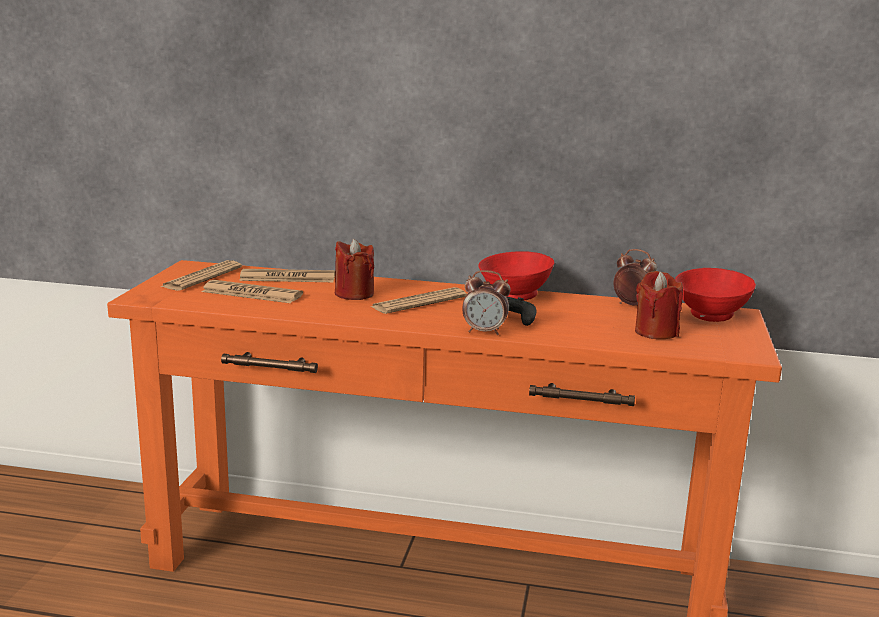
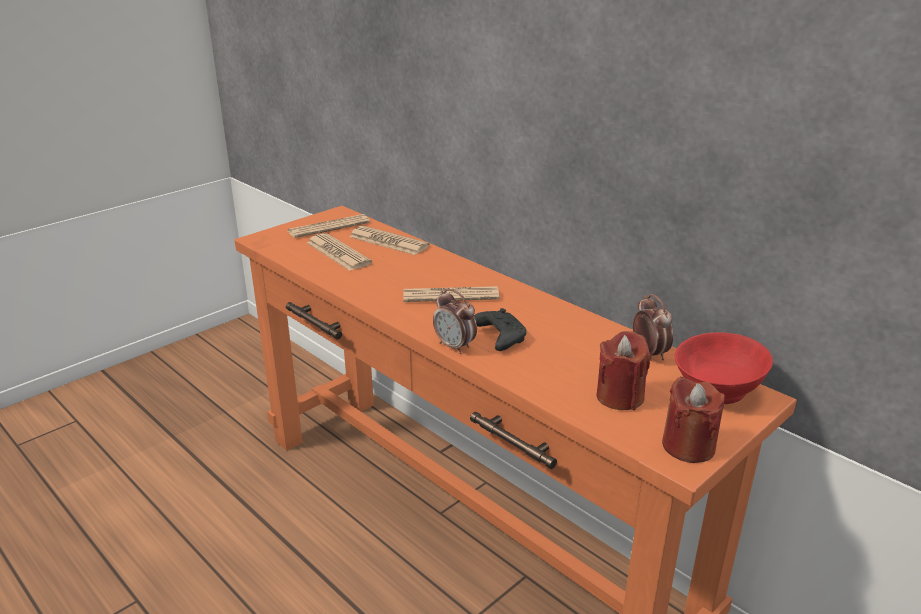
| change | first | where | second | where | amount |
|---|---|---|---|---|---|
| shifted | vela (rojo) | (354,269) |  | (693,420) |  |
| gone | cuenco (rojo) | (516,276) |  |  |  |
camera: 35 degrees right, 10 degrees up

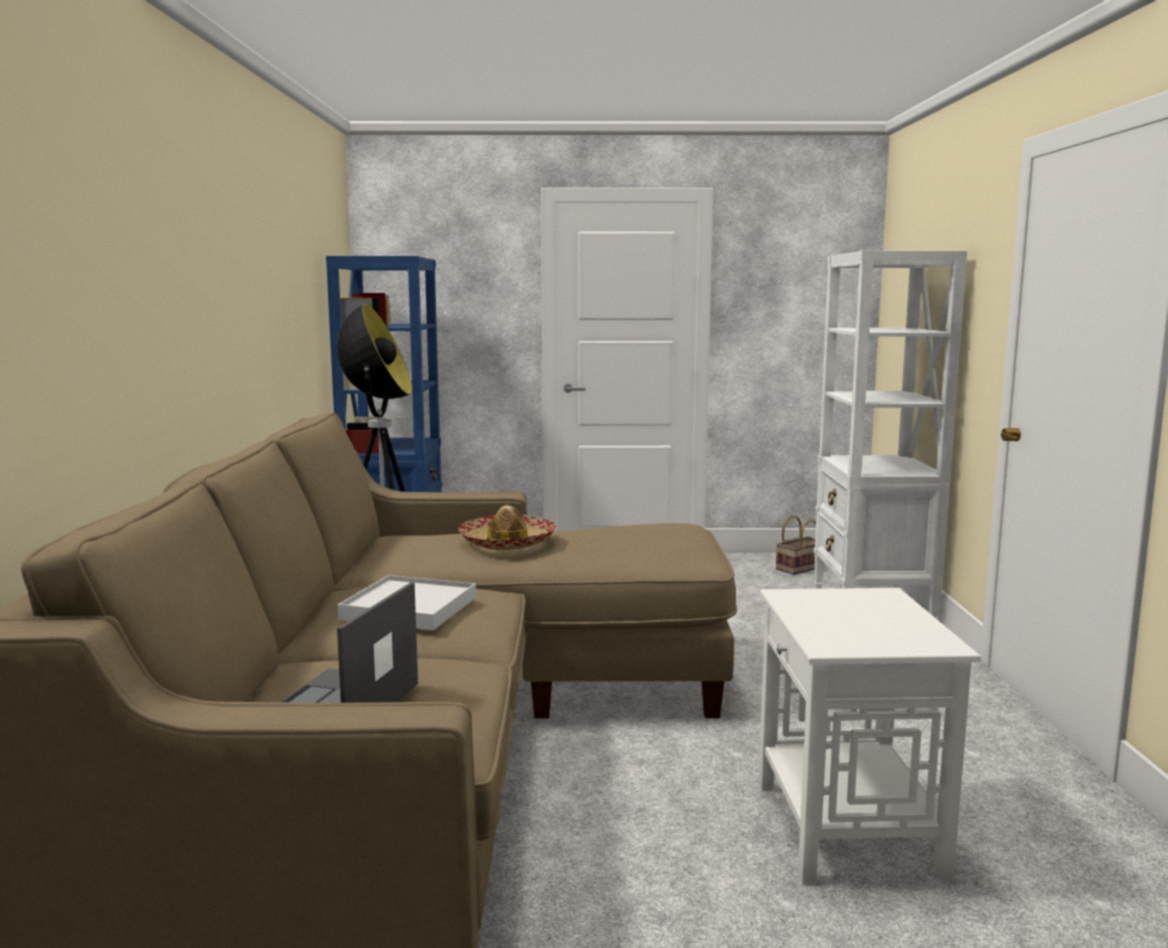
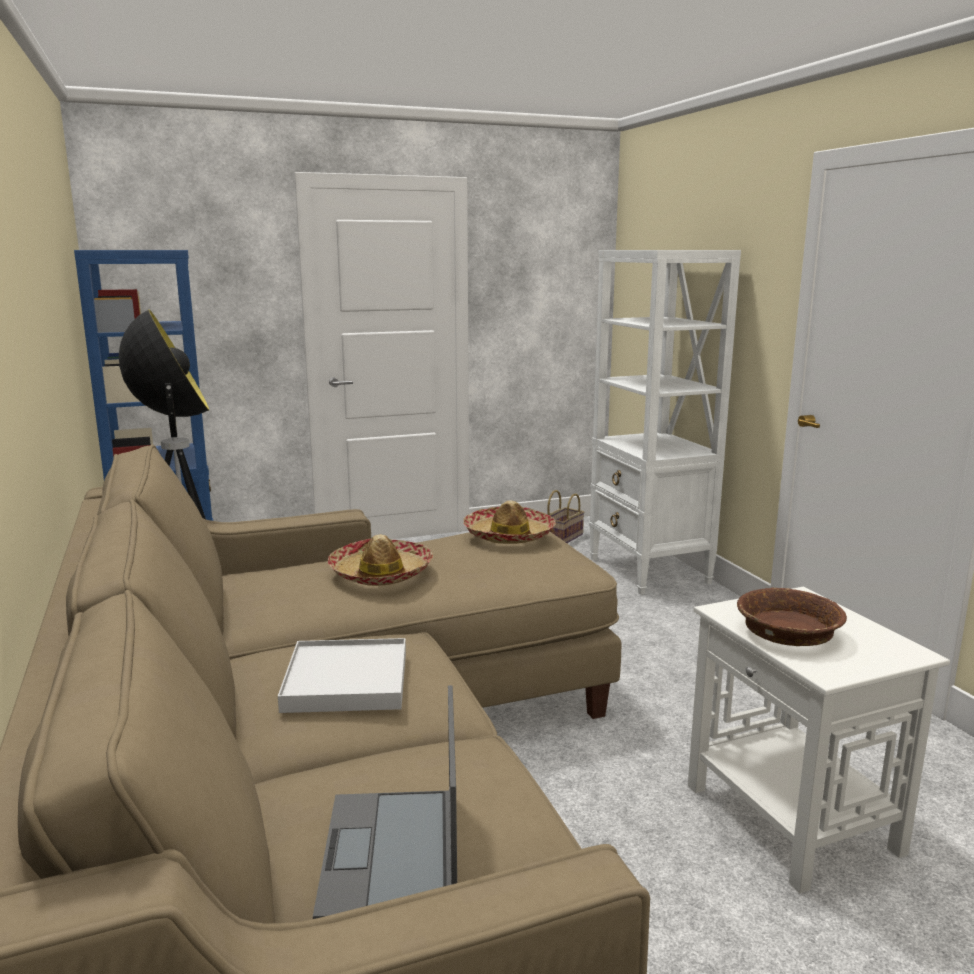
| change | first | where | second | where | amount |
|---|---|---|---|---|---|
| new |  |  | sombrero | (510,522) |  |
| new |  |  | cuenco (marrón) | (792,617) |  |
camera: 20 degrees left, 5 degrees up

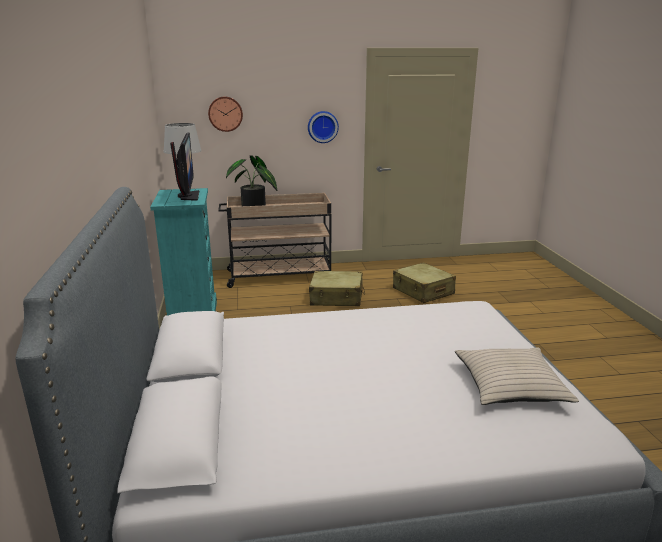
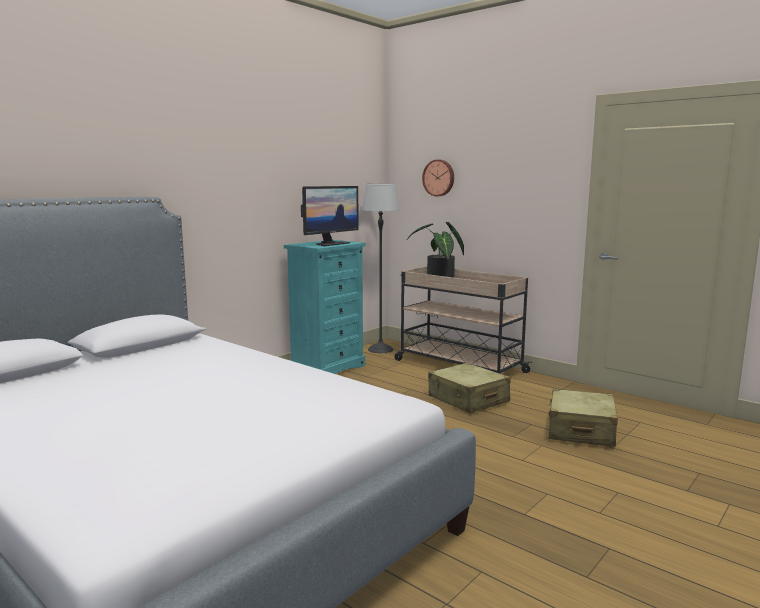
| change | first | where | second | where | amount |
|---|---|---|---|---|---|
| gone | reloj de pared | (323,127) |  |  |  |
| gone | cojín (beis) | (517,376) |  |  |  |
camera: 50 degrees right, 10 degrees down

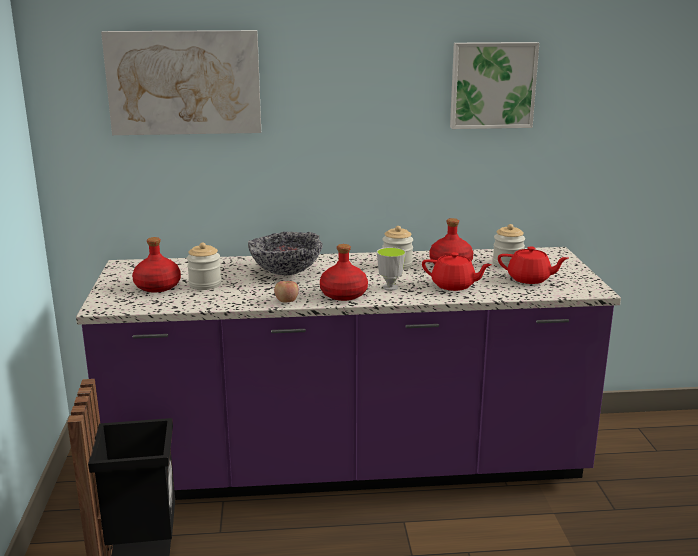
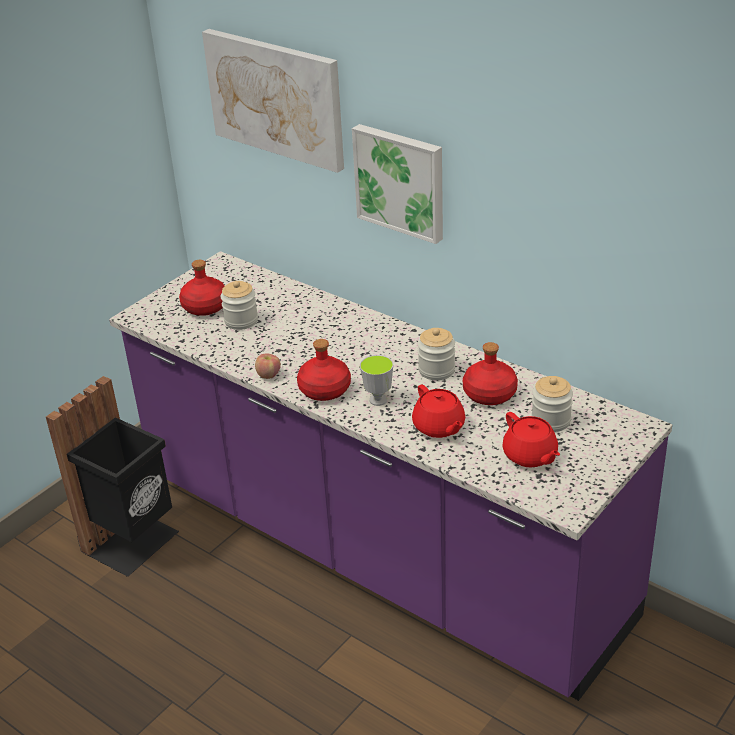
| change | first | where | second | where | amount |
|---|---|---|---|---|---|
| shifted | cuadro | (494,85) |  | (397,184) |  |
| gone | cuenco | (285,253) |  |  |  |
camera: 45 degrees right, 15 degrees up

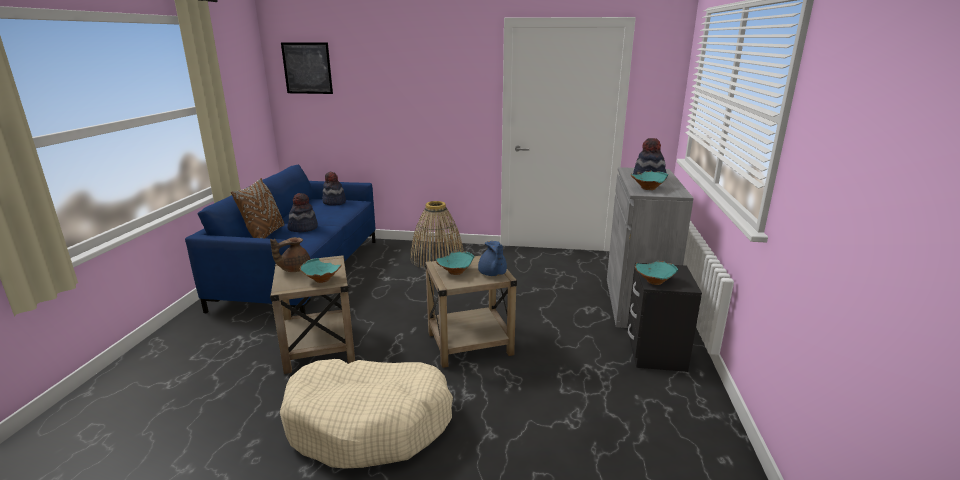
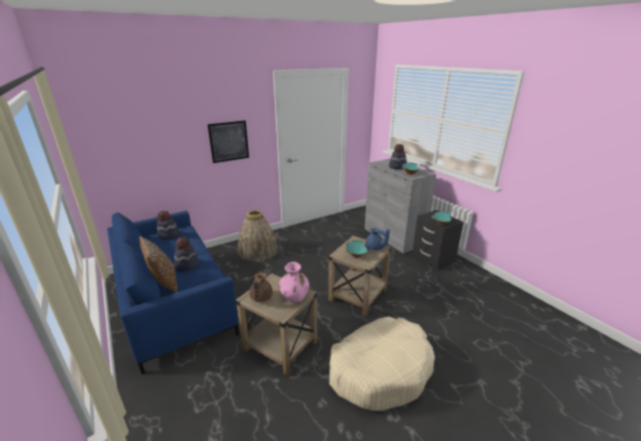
| change | first | where | second | where | amount |
|---|---|---|---|---|---|
| shifted | cuadro | (307,68) |  | (228,142) |  |
| swapped | cuenco (turquesa) | (320,270) | florero (rosa) | (294,282) |  |
camera: 40 degrees left, 5 degrees up

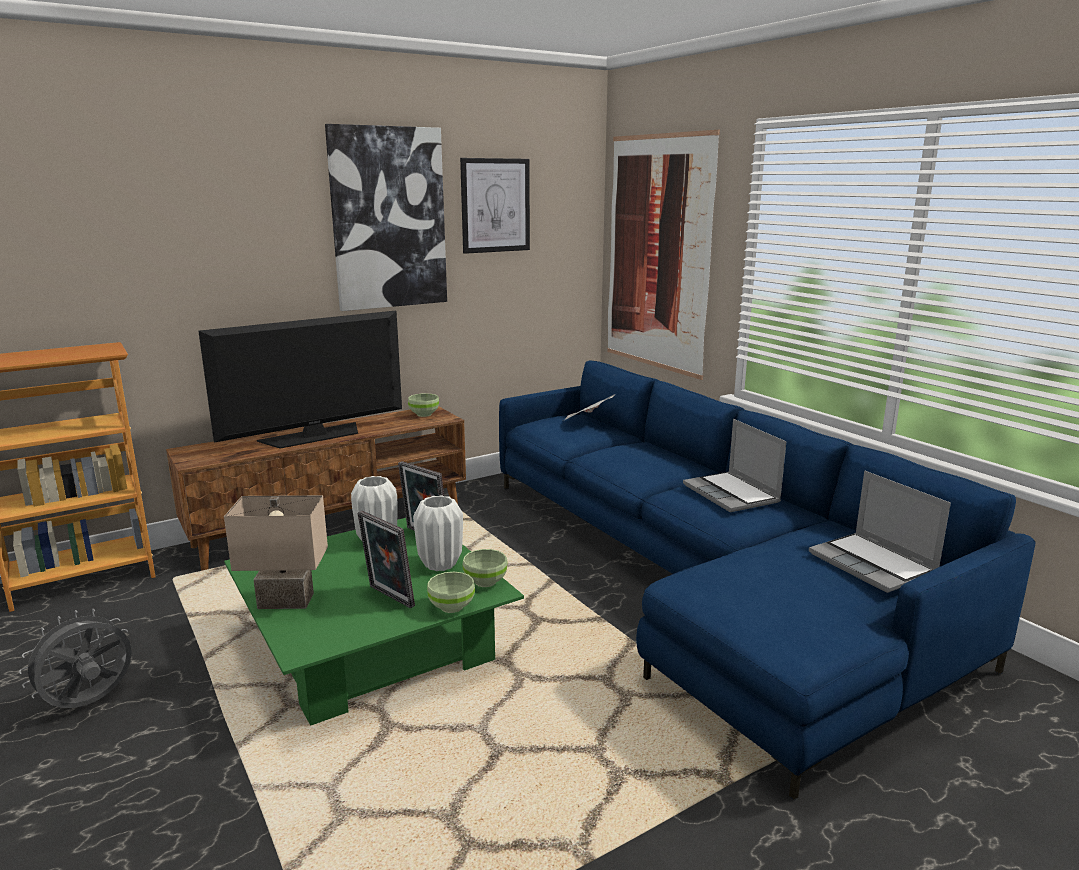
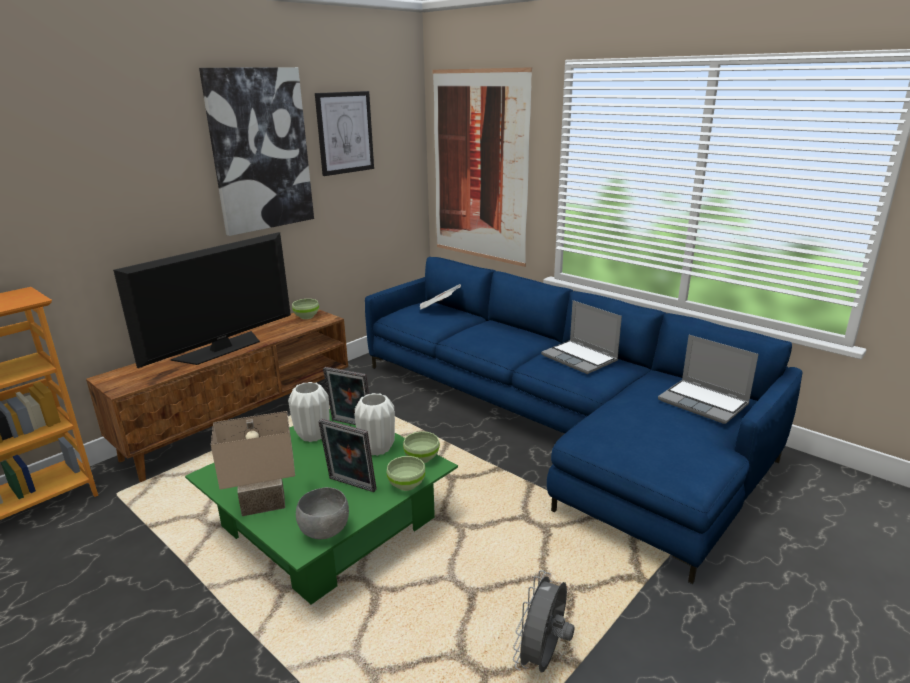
| change | first | where | second | where | amount |
|---|---|---|---|---|---|
| shifted | ventilador (gris) | (75,658) |  | (544,621) |  |
| new |  |  | cuenco (gris) | (322,513) |  |
camera: 15 degrees left, 5 degrees up

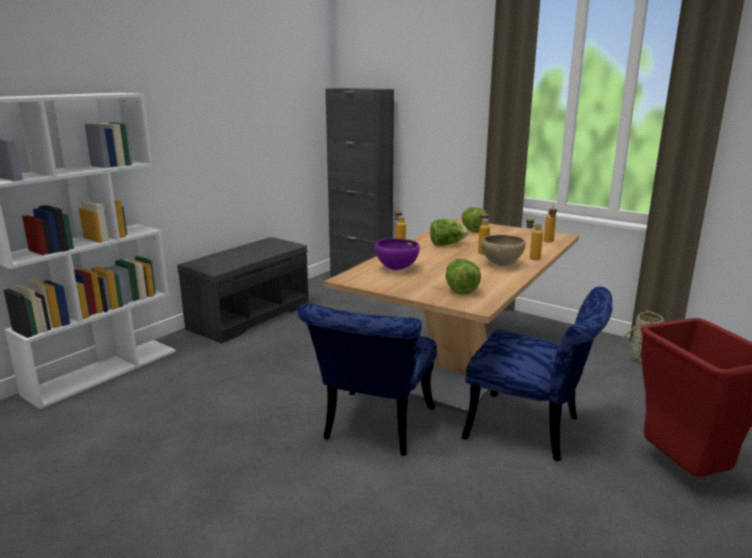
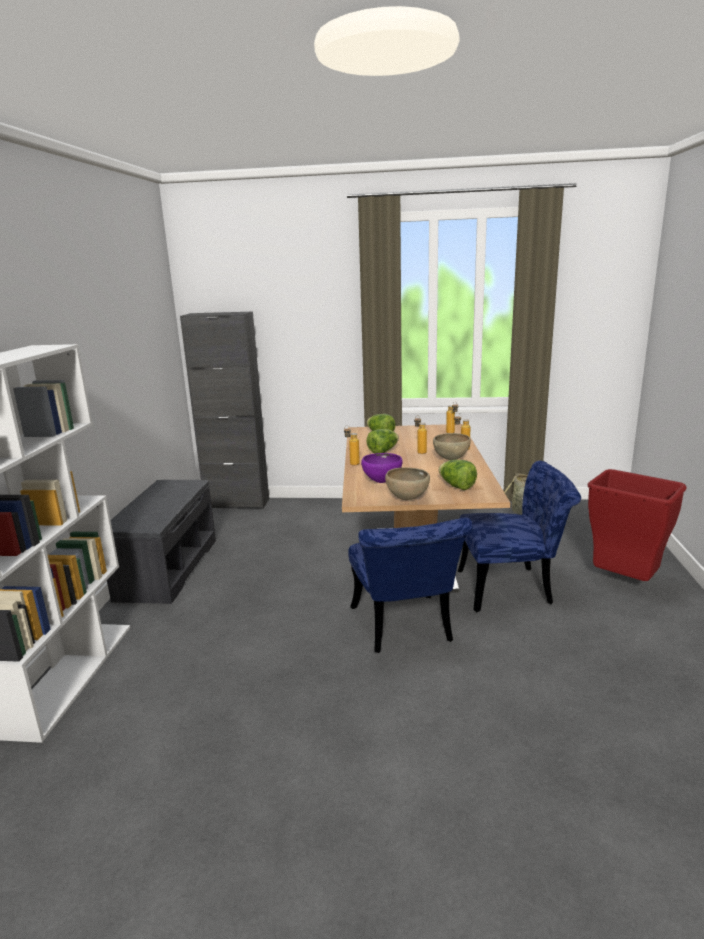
| change | first | where | second | where | amount |
|---|---|---|---|---|---|
| new |  |  | cuenco (marrón) | (407,483) |  |
camera: 30 degrees left, 0 degrees up

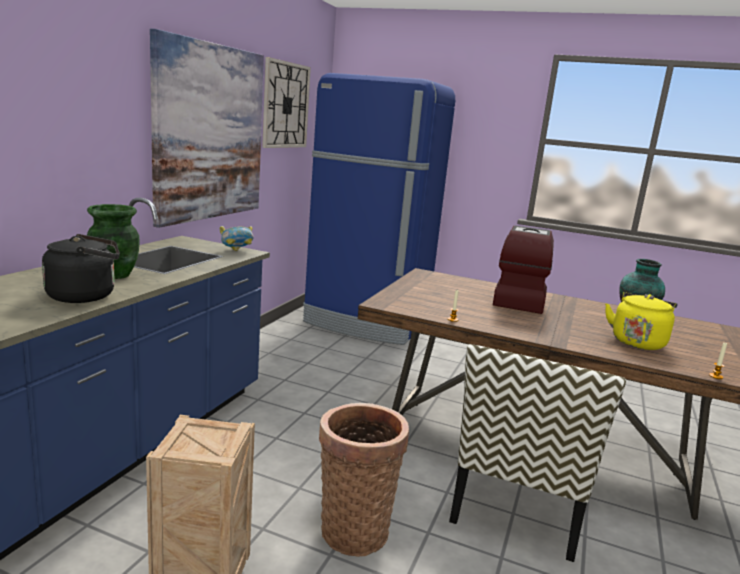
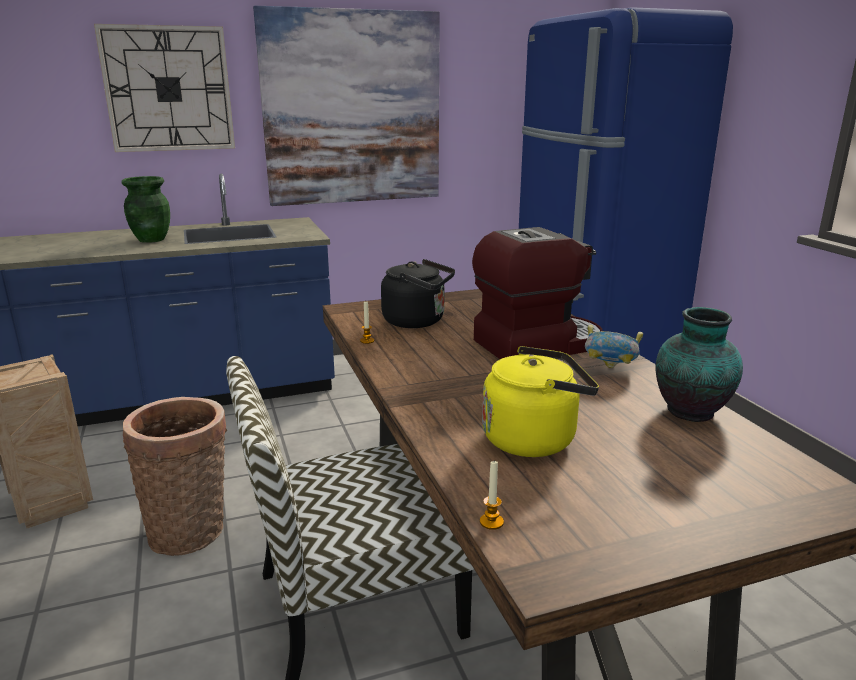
| change | first | where | second | where | amount |
|---|---|---|---|---|---|
| shifted | reloj de pared | (286,102) |  | (164,88) |  |
| shifted | cuenco | (237,238) |  | (614,346) |  |
| shifted | hervidor (negro) | (81,268) |  | (418,293) |  |
camera: 50 degrees right, 5 degrees up

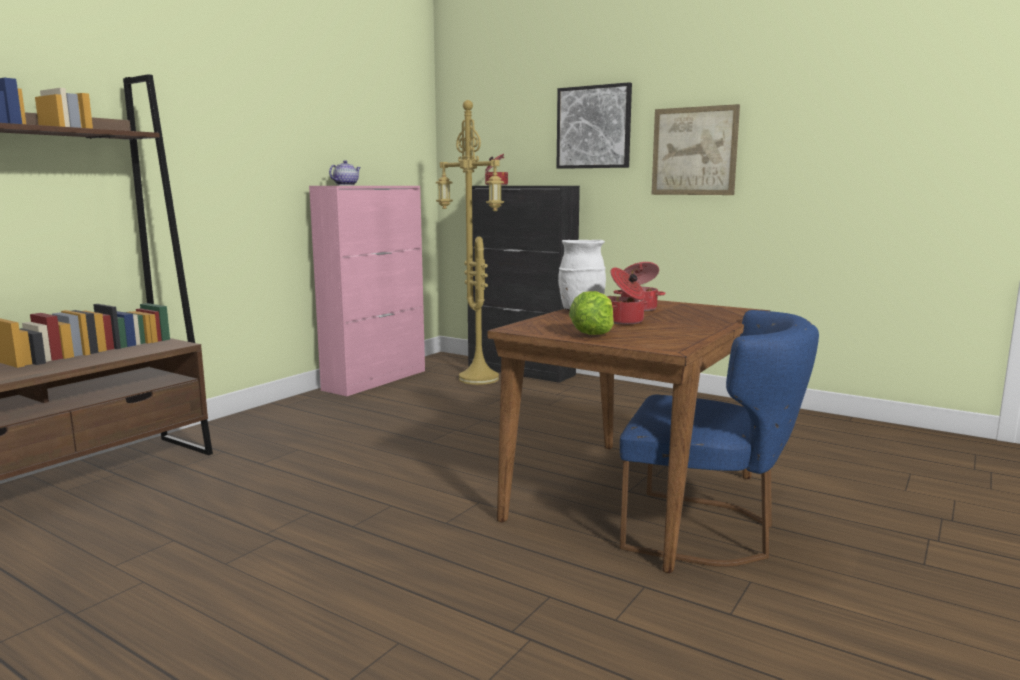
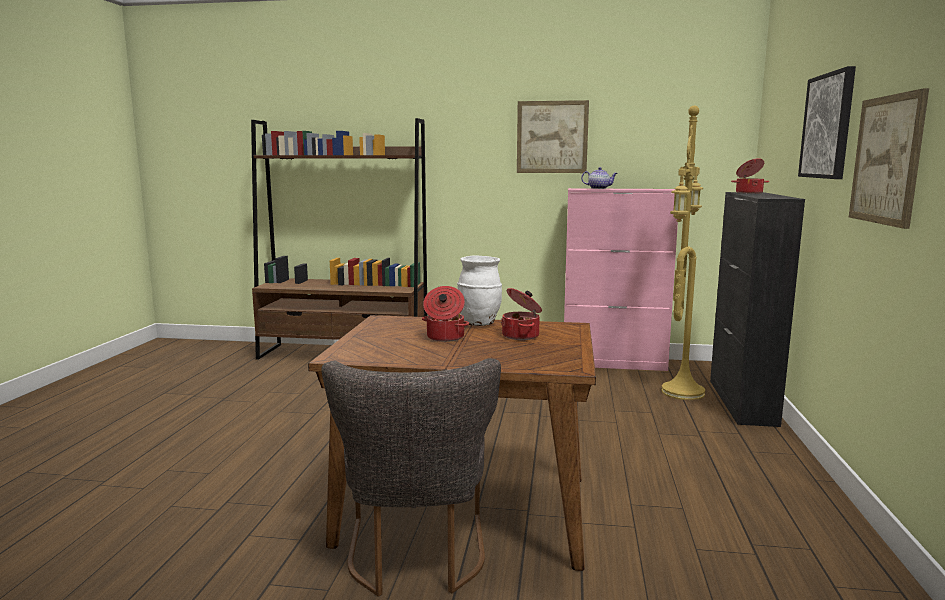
| change | first | where | second | where | amount |
|---|---|---|---|---|---|
| gone | lechuga | (591,313) |  |  |  |
| repainted | silla (azul) | (719,438) | silla (gris) | (411,477) |  |
| new |  |  | cuadro | (553,136) |  |
camera: 65 degrees right, 0 degrees up

